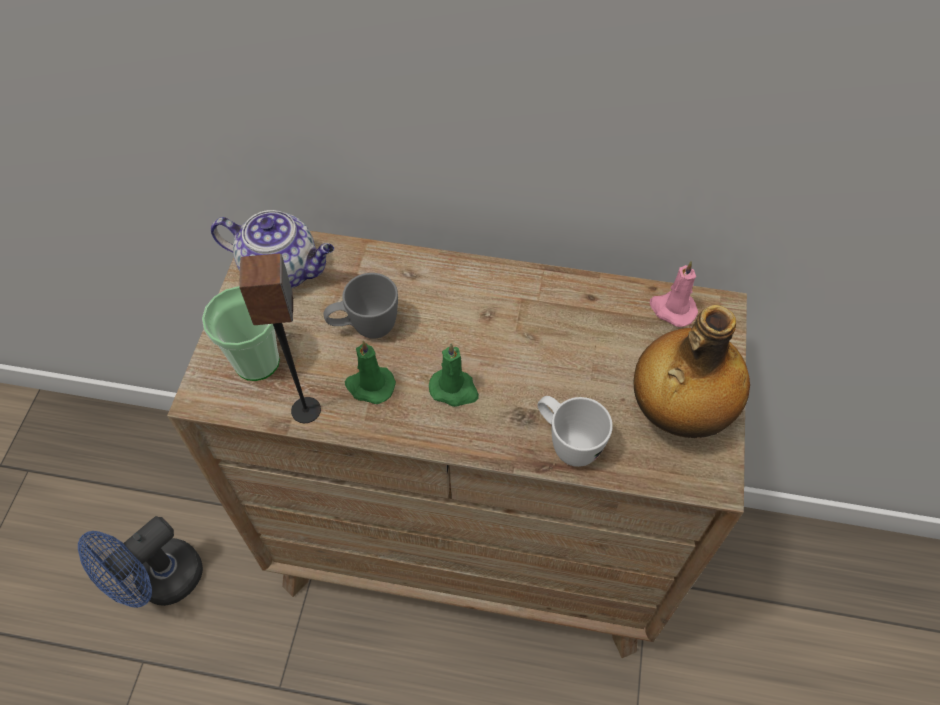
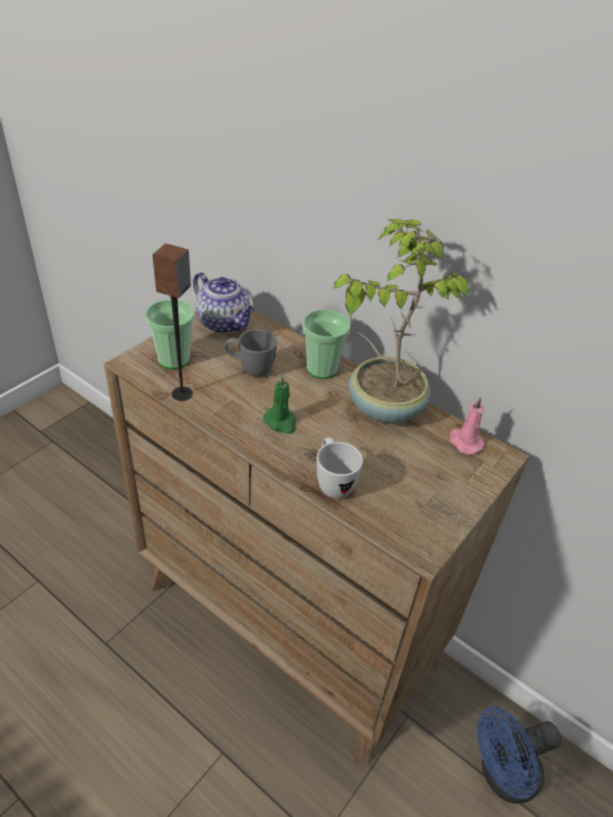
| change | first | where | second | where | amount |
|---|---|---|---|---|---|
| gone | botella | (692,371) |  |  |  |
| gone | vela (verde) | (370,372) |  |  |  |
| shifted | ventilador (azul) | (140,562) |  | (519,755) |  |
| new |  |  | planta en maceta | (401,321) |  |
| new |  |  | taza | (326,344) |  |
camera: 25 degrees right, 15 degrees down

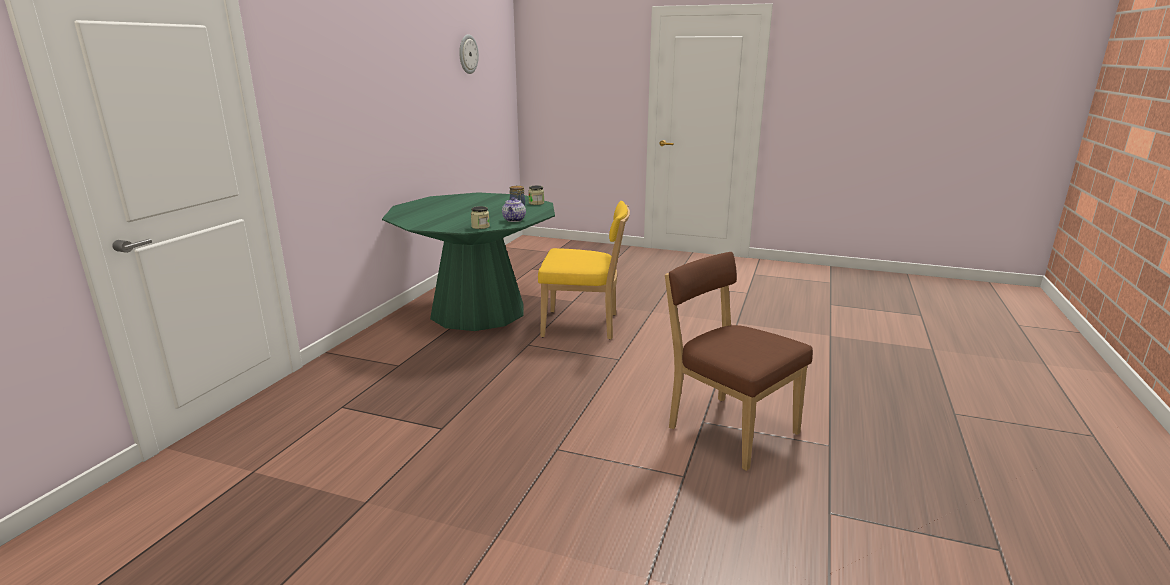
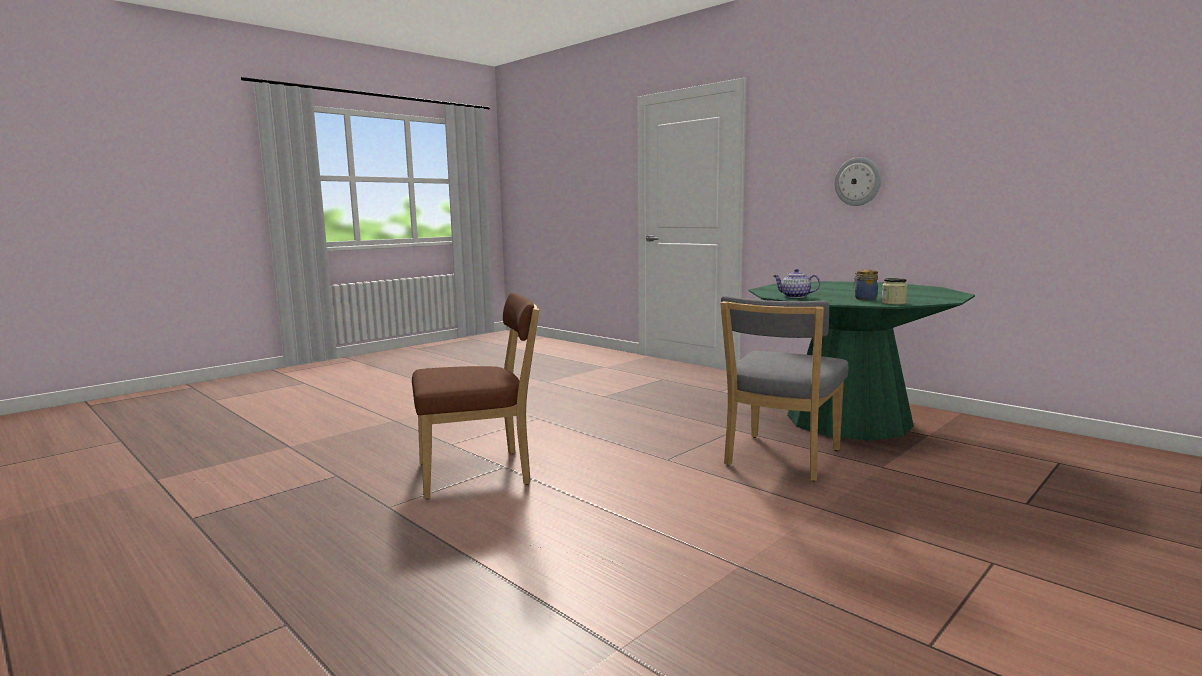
| change | first | where | second | where | amount |
|---|---|---|---|---|---|
| shifted | reloj de pared | (469,54) |  | (858,181) |  |
| repainted | silla (amarillo) | (584,270) | silla (gris) | (784,388) |  |
| gone | tarro | (480,217) |  |  |  |
camera: 115 degrees right, 10 degrees down

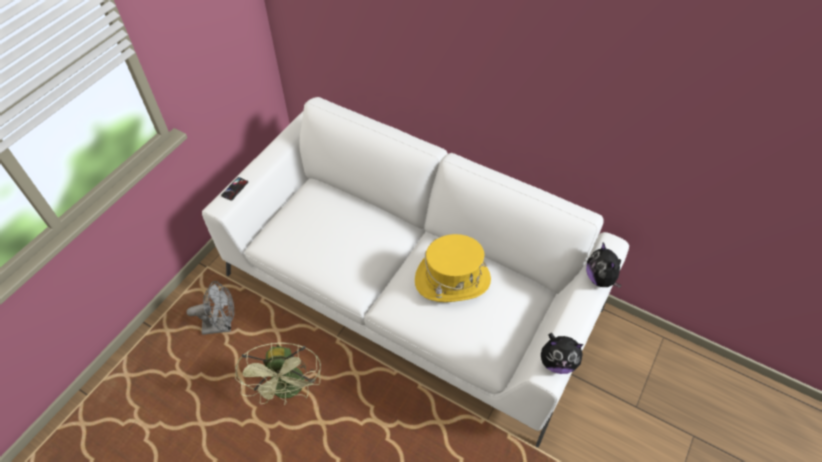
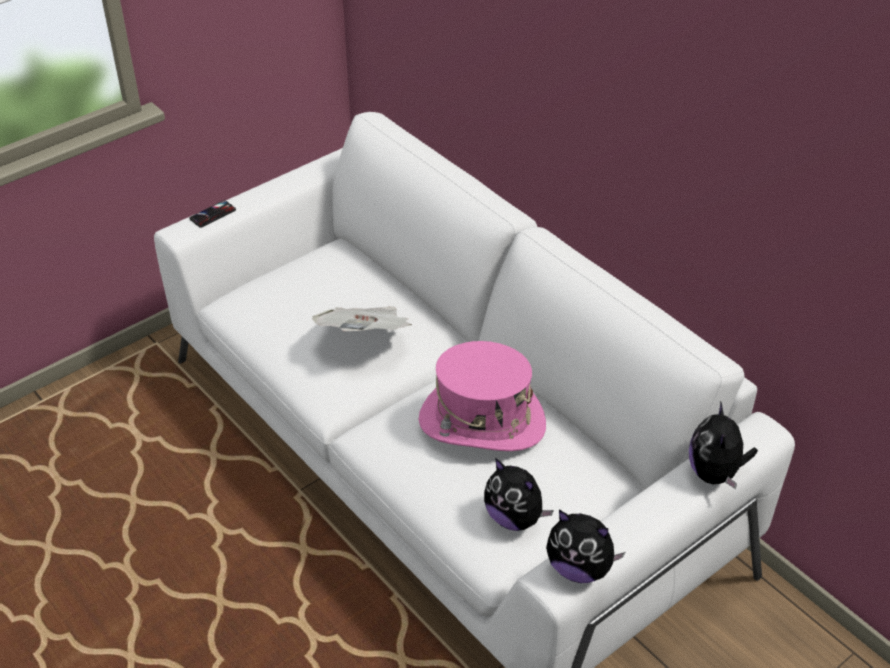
| change | first | where | second | where | amount |
|---|---|---|---|---|---|
| repainted | sombrero (amarillo) | (453,268) | sombrero (rosa) | (482,396) |  |
| gone | ventilador (gris) | (210,308) |  |  |  |
| gone | ventilador (verde) | (278,374) |  |  |  |
| new |  |  | periódico | (362,318) |  |
| new |  |  | peluche | (519,494) |  |
camera: 20 degrees right, 10 degrees down

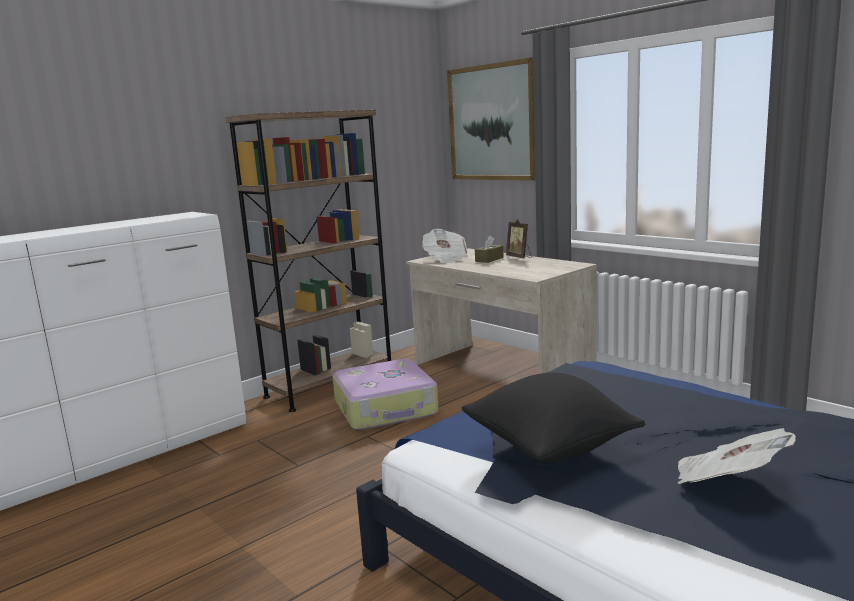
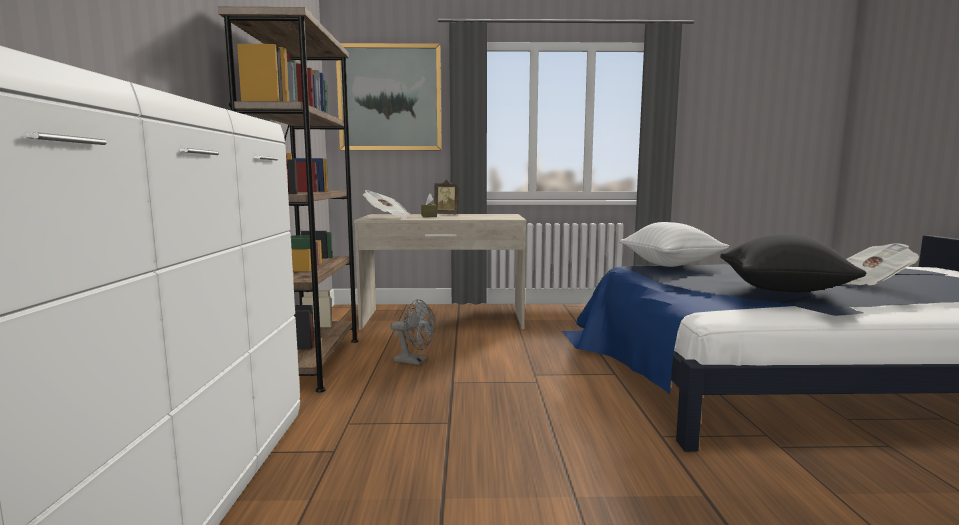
| change | first | where | second | where | amount |
|---|---|---|---|---|---|
| swapped | maleta | (385,394) | ventilador (gris) | (413,332) |  |
| new |  |  | cojín (blanco) | (674,244) |  |
camera: 50 degrees left, 5 degrees down

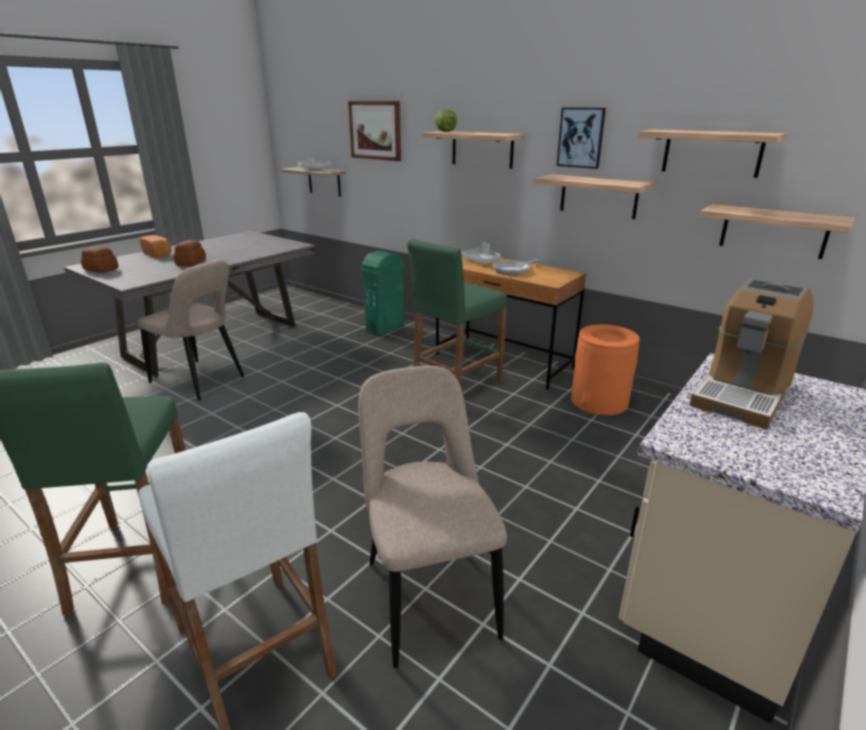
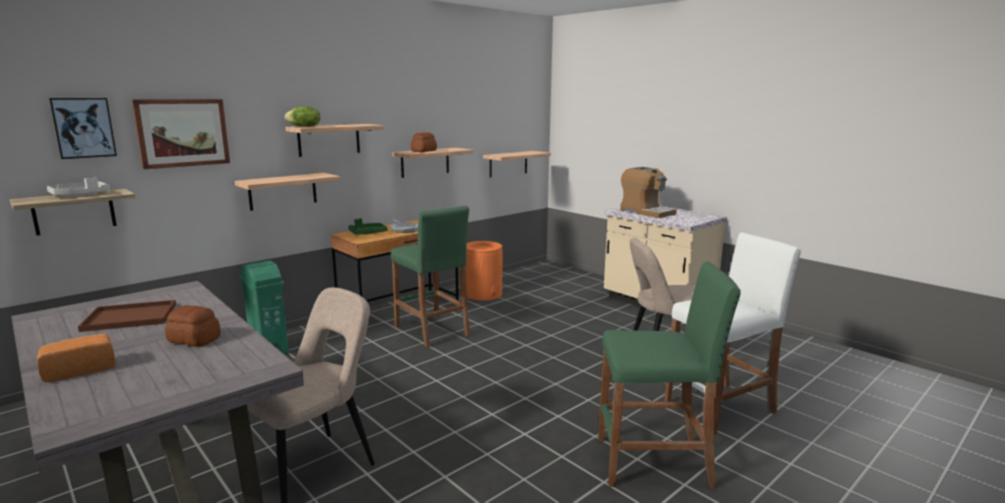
| change | first | where | second | where | amount |
|---|---|---|---|---|---|
| shifted | cuadro | (581,138) |  | (83,128) |  |
| shifted | estante | (712,154) |  | (287,192) |  |
| repainted | bandeja (gris) | (481,253) | bandeja (verde) | (367,226) |  |
| shifted | pan | (99,259) |  | (424,142) |  |
| new |  |  | bandeja (marrón) | (127,316) |  |
camera: 80 degrees left, 10 degrees down

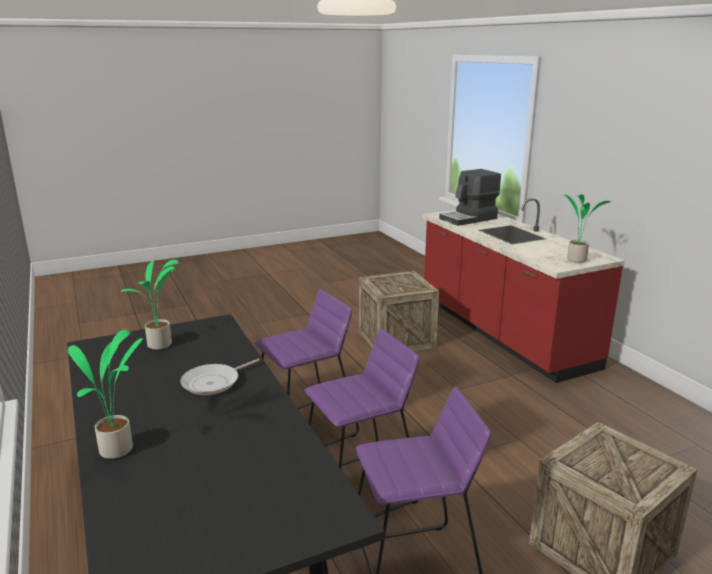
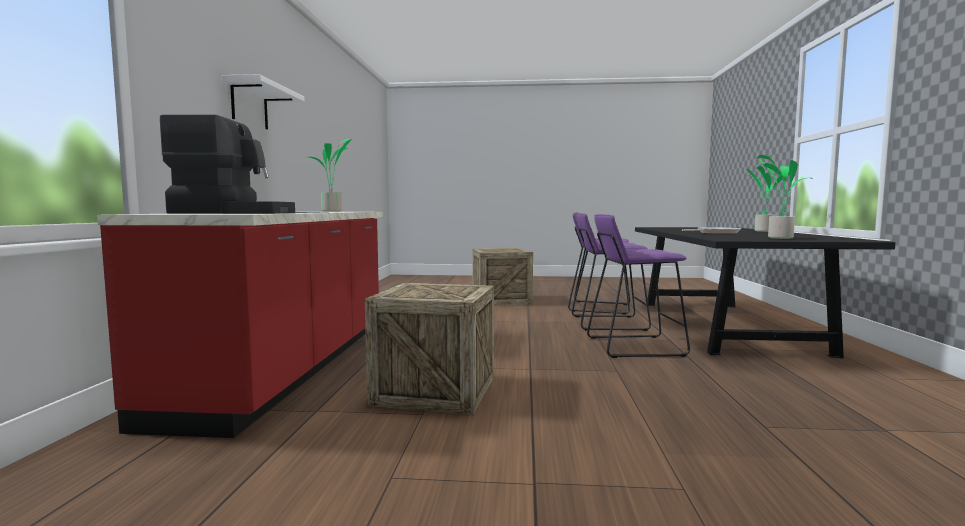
| change | first | where | second | where | amount |
|---|---|---|---|---|---|
| new |  |  | estante (blanco) | (263,101) |  |
camera: 150 degrees left, 15 degrees down

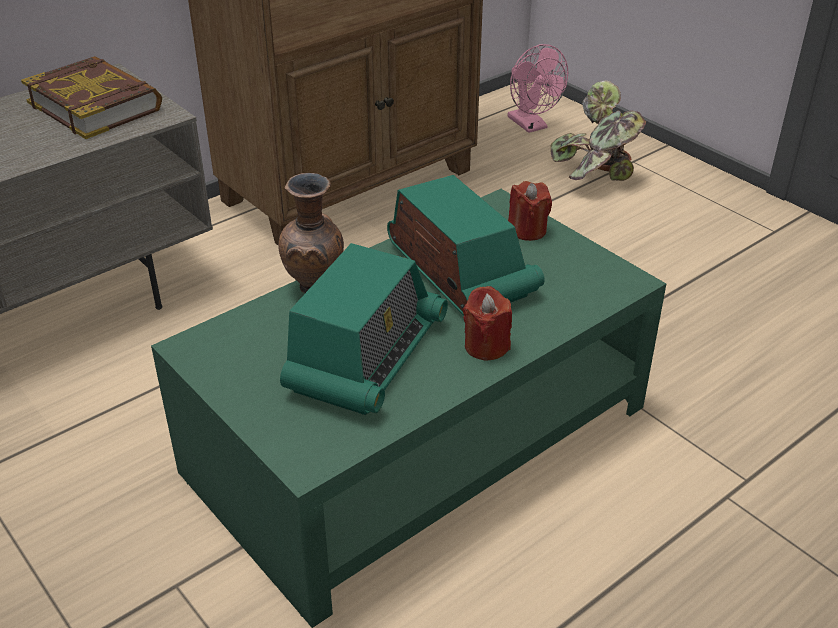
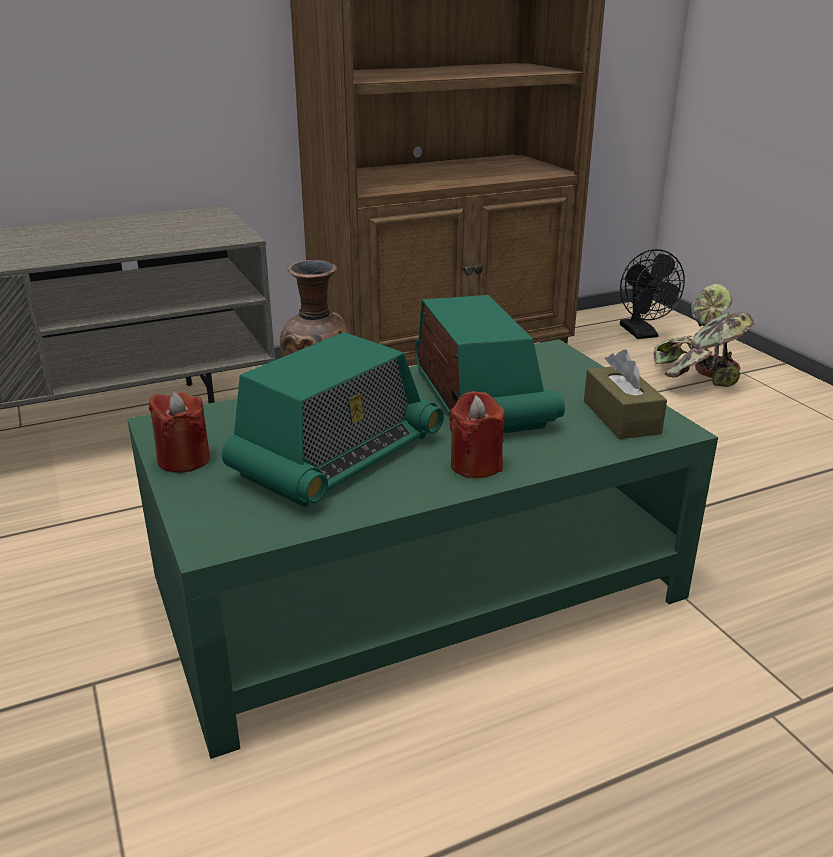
| change | first | where | second | where | amount |
|---|---|---|---|---|---|
| repainted | ventilador (rosa) | (537,88) | ventilador (negro) | (652,294) |  |
| gone | libro | (91,97) |  |  |  |
| shifted | vela (rojo) | (530,211) |  | (179,432) |  |
| new |  |  | caja de pañuelos (marrón) | (625,394) |  |
camera: 15 degrees right, 10 degrees down

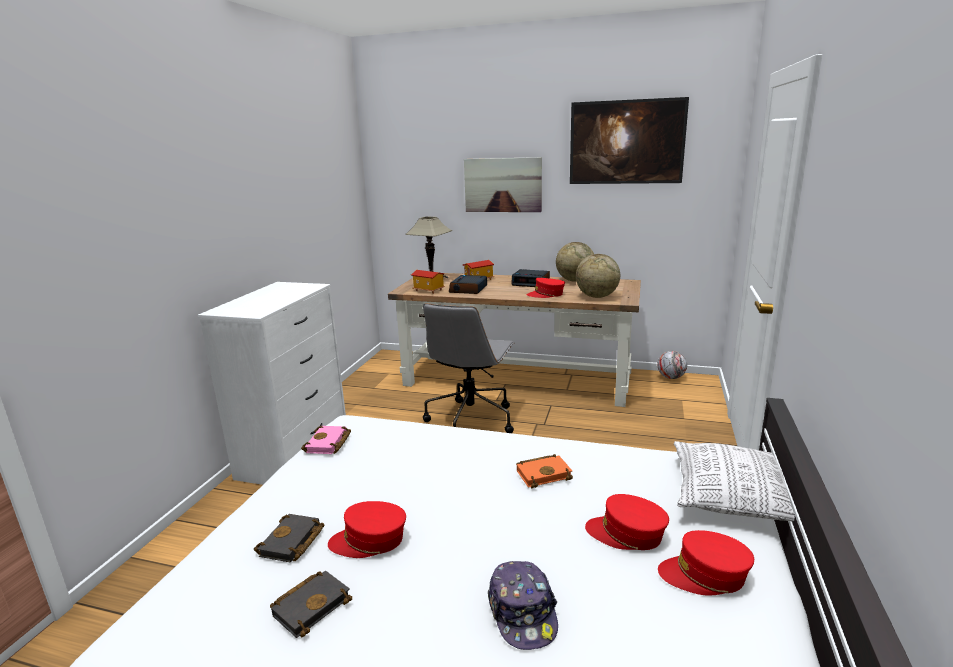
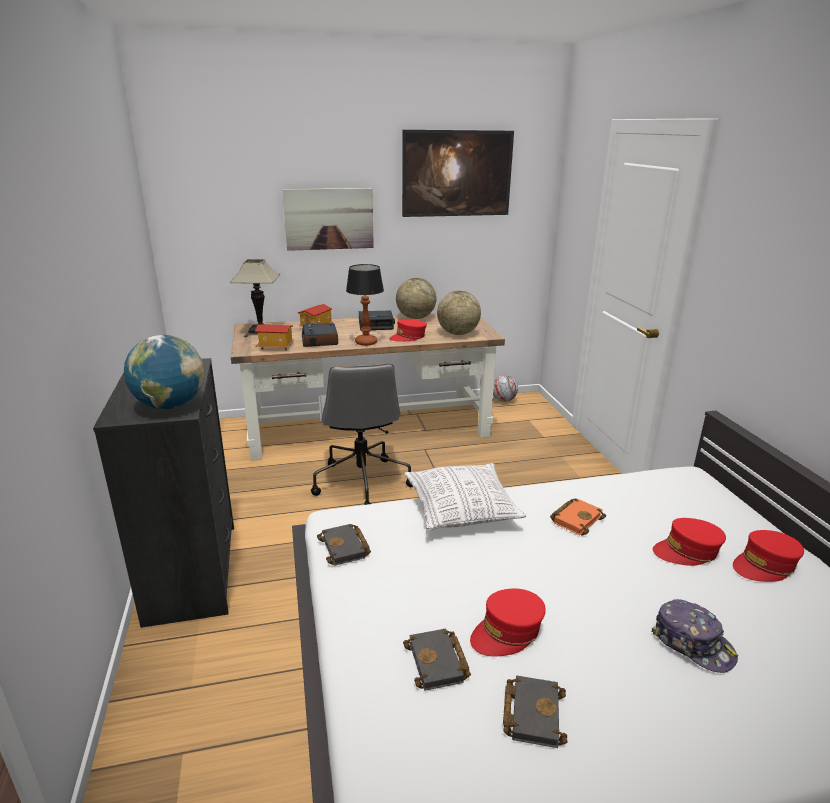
| change | first | where | second | where | amount |
|---|---|---|---|---|---|
| repainted | cómoda (blanco) | (272,383) | cómoda (negro) | (163,493) |  |
| repainted | libro (rosa) | (326,440) | libro (negro) | (344,545) |  |
| shifted | cojín | (734,481) |  | (465,497) |  |
| new |  |  | lámpara de mesa | (365,305) |  |
| new |  |  | globo terráqueo | (164,372) |  |
camera: 30 degrees left, 5 degrees up

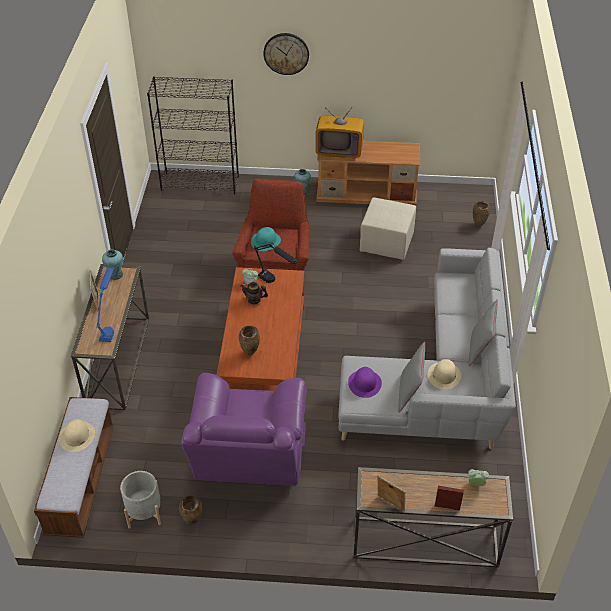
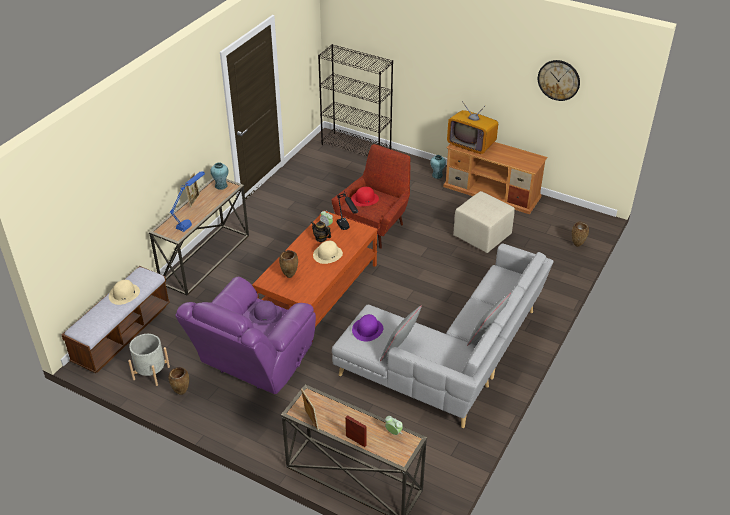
| change | first | where | second | where | amount |
|---|---|---|---|---|---|
| shifted | reloj de pared | (286,54) |  | (559,80) |  |
| repainted | sombrero (turquesa) | (266,239) | sombrero (rojo) | (365,196) |  |
| shifted | sombrero (beis) | (444,374) |  | (328,252) |  |
| new |  |  | sombrero (morado) | (265,312) |  |
camera: 25 degrees right, 5 degrees down

